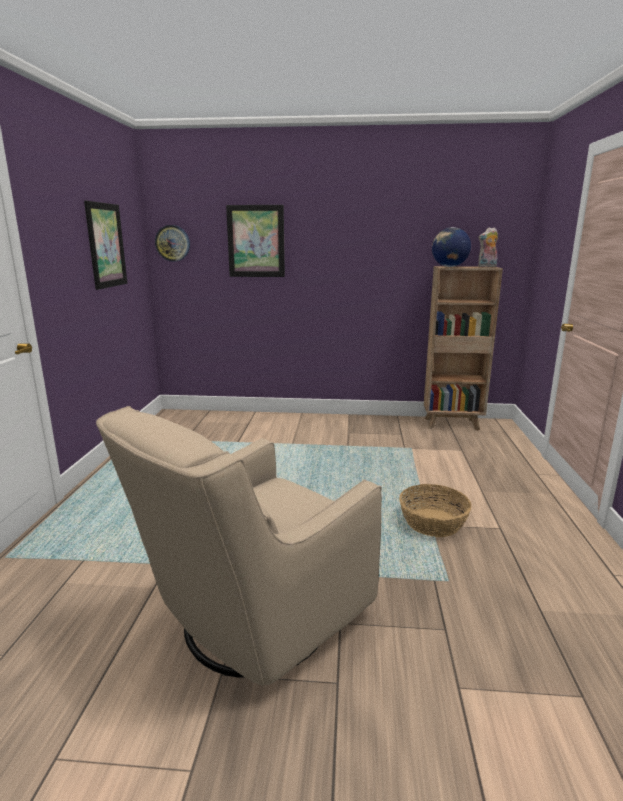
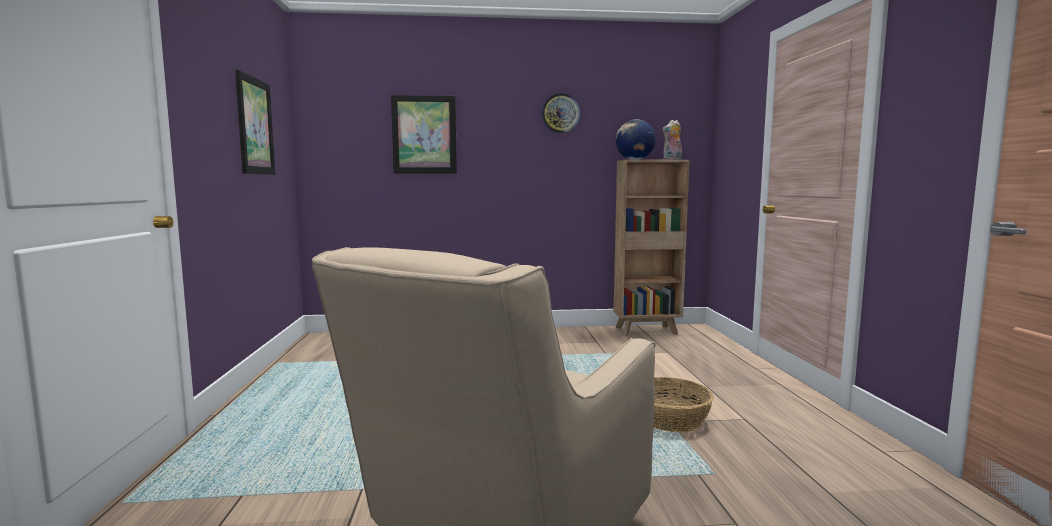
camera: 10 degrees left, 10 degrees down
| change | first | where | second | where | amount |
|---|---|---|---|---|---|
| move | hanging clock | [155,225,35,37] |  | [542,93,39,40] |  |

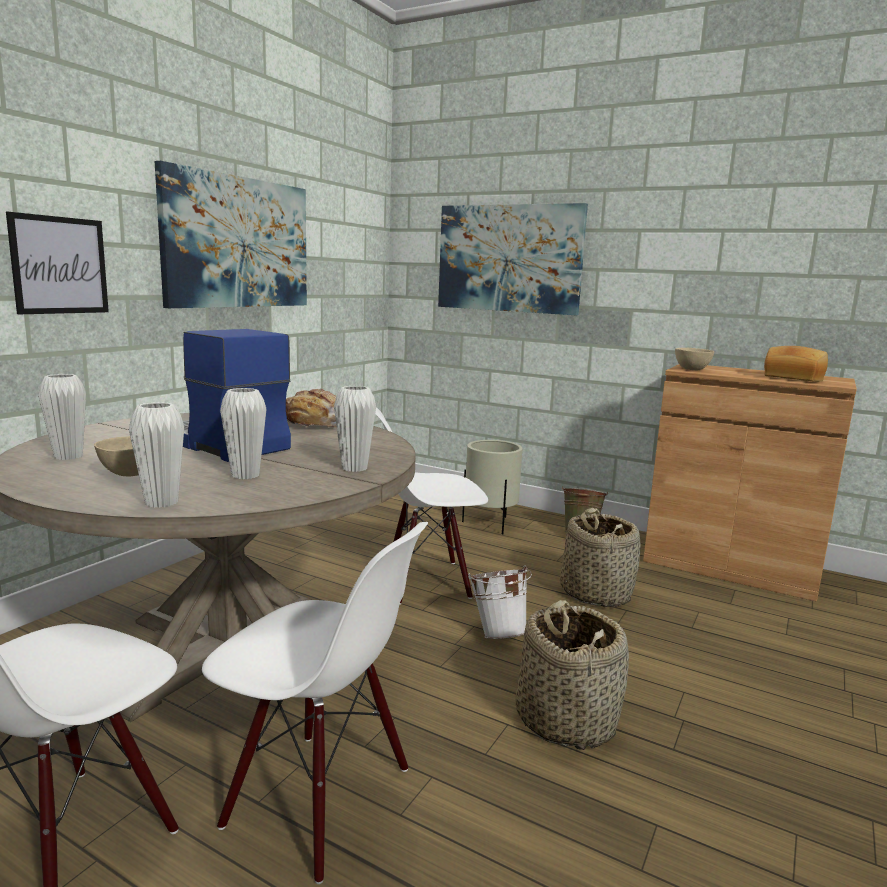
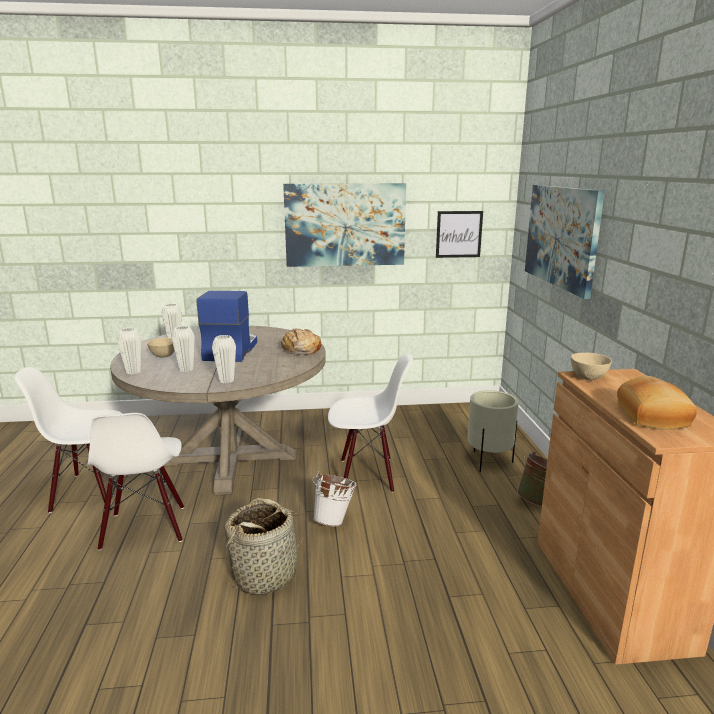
camera: 55 degrees right, 5 degrees up
| change | first | where | second | where | amount |
|---|---|---|---|---|---|
| delete | basket | [560,508,80,99] |  |  |  |
| move | picture | [6,212,103,102] |  | [436,211,47,47] |  |
| rotate | plain chair (white) | [375,408,113,197] |  | [328,353,85,140] | 135 degrees clockwise |

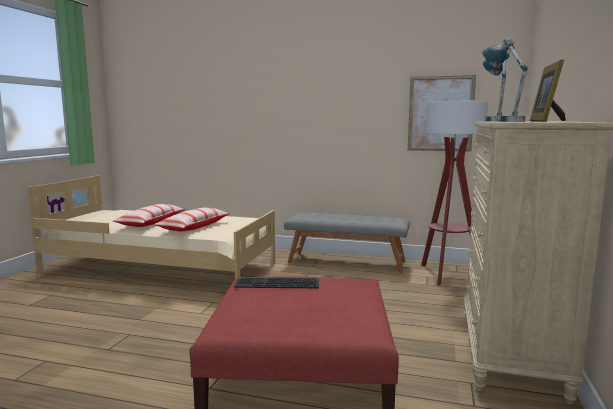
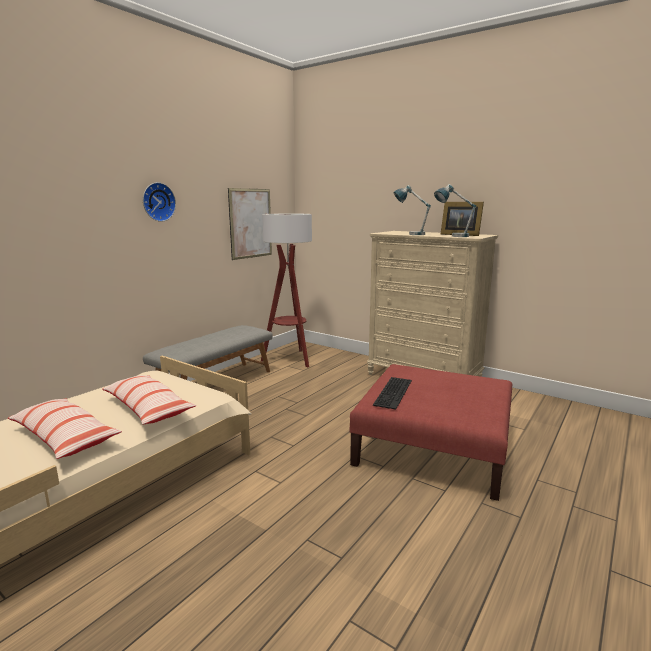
camera: 70 degrees left, 5 degrees up
| change | first | where | second | where | amount |
|---|---|---|---|---|---|
| insert |  |  | hanging clock | [143,182,33,40] |  |

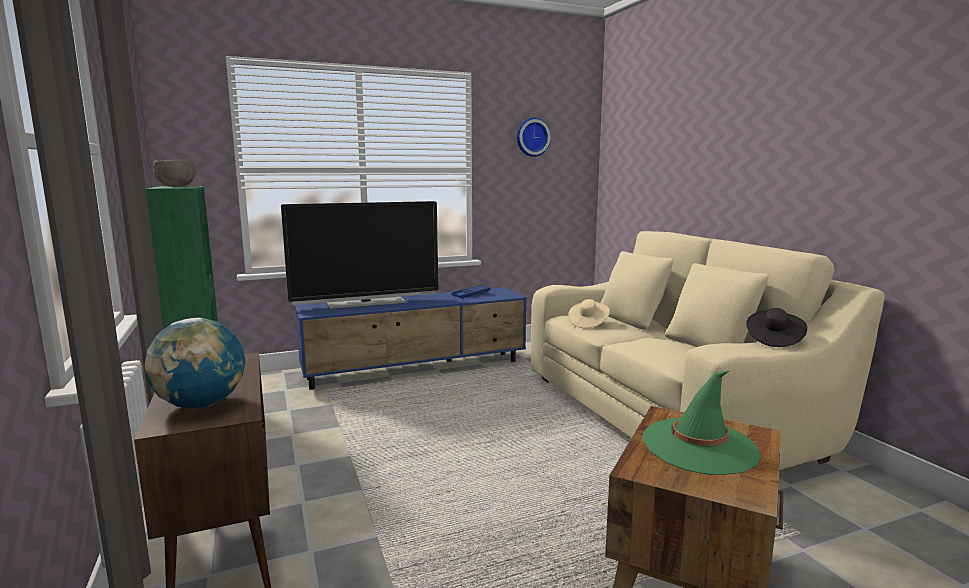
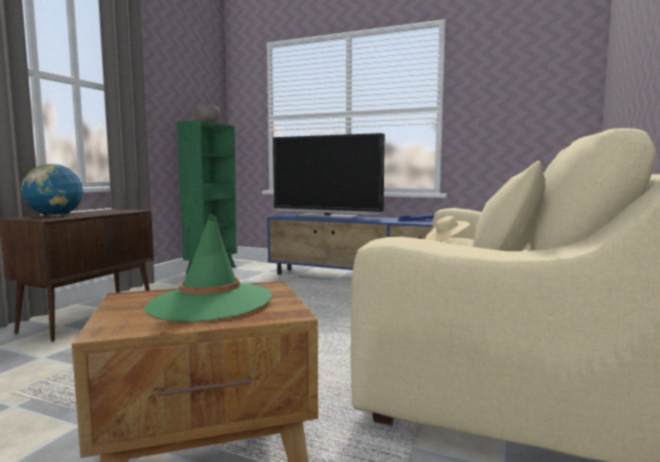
camera: 45 degrees right, 5 degrees down
| change | first | where | second | where | amount |
|---|---|---|---|---|---|
| delete | hanging clock | [517,118,34,39] |  |  |  |
| delete | wearable hat (black-coloured) | [746,308,61,39] |  |  |  |

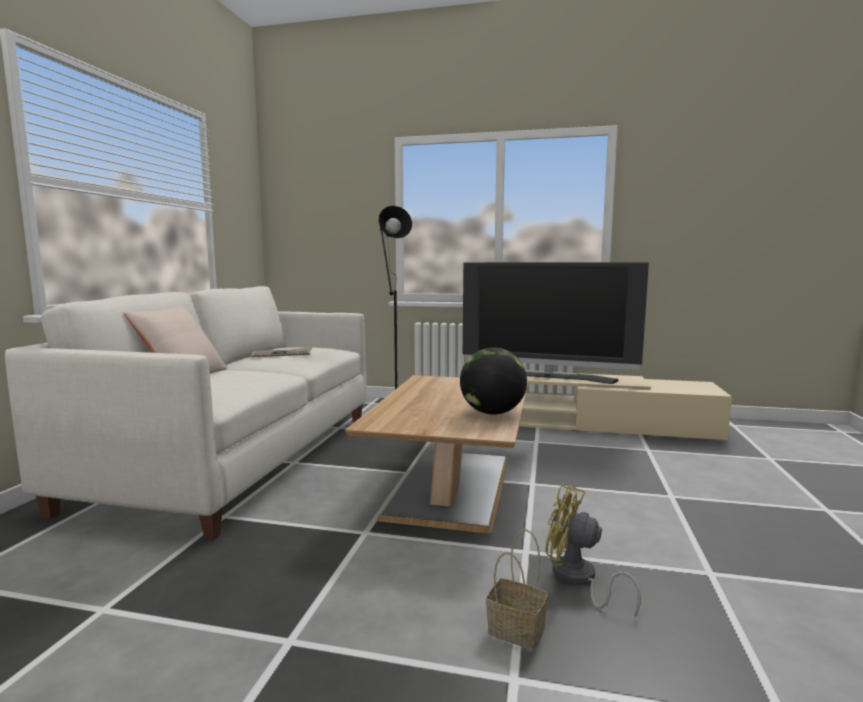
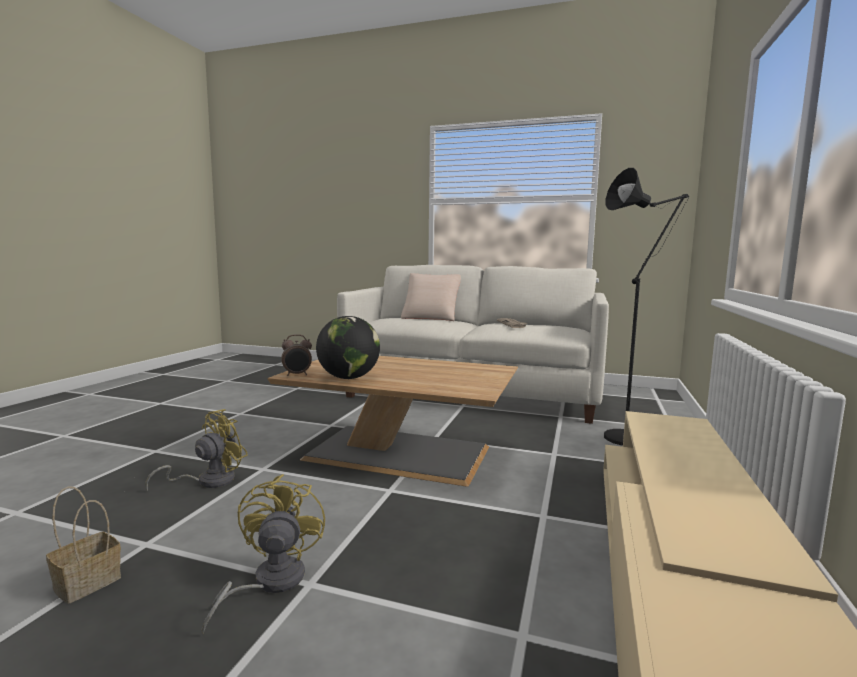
camera: 95 degrees right, 0 degrees up
| change | first | where | second | where | amount |
|---|---|---|---|---|---|
| delete | TV | [463,262,186,122] |  |  |  |
| insert |  |  | fan (yellowish) | [201,474,124,161] |  |
| insert |  |  | table clock | [281,334,31,42] |  |
| move | basket | [486,529,62,121] |  | [46,487,75,117] |  |

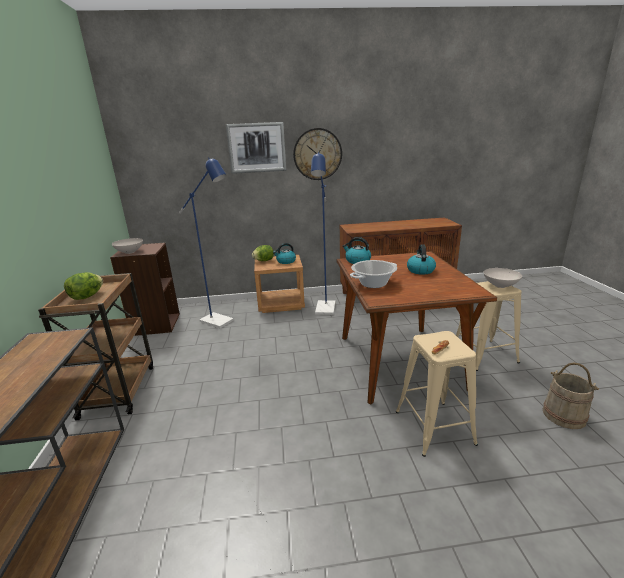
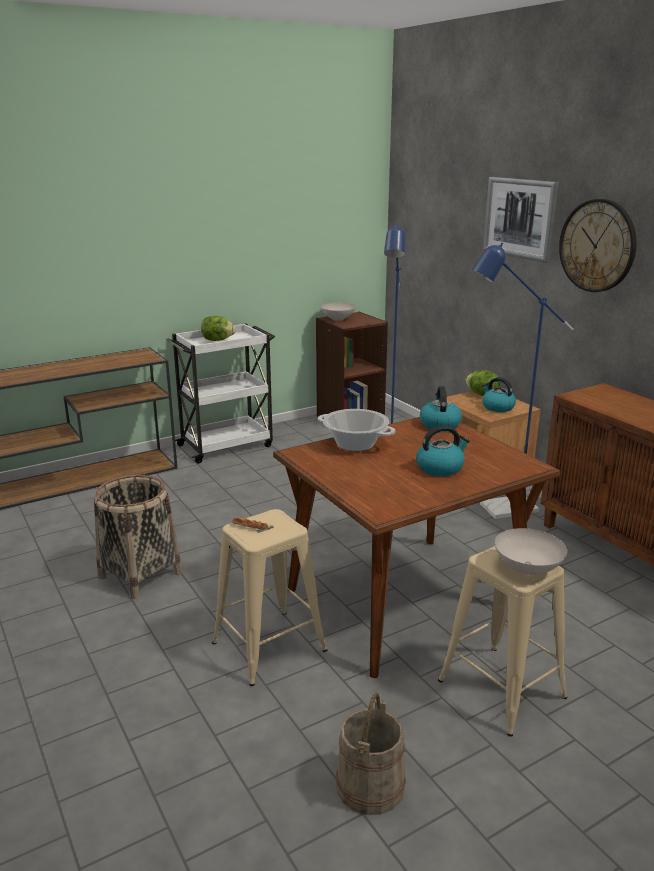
camera: 65 degrees right, 0 degrees up
| change | first | where | second | where | amount |
|---|---|---|---|---|---|
| insert |  |  | basket | [94,475,88,124] |  |
| recolor | trolley (brown-coloured) | [38,273,115,147] | trolley (white) | [166,323,109,141] |  |

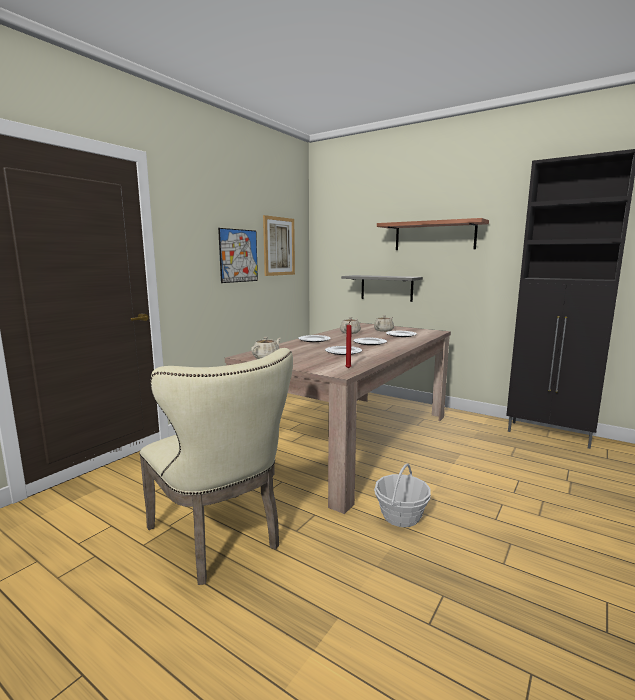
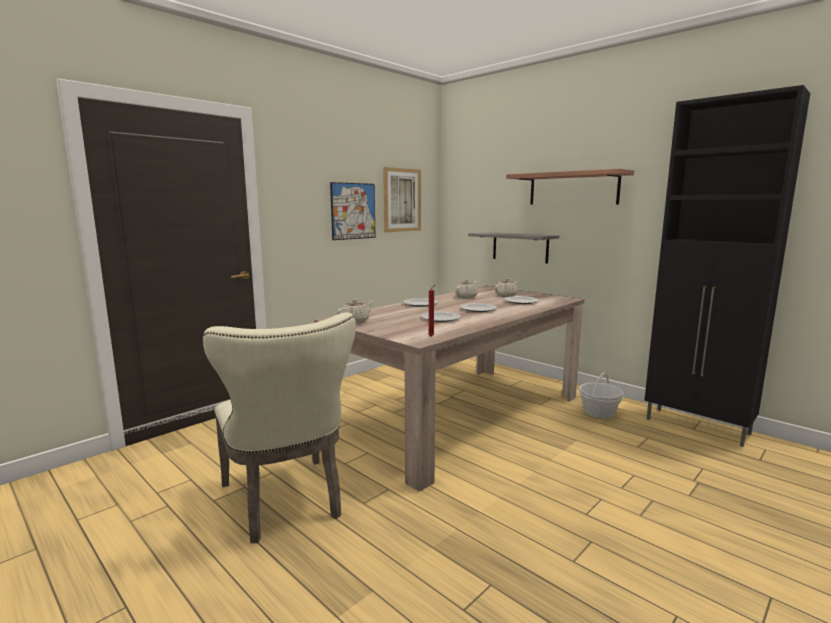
camera: 10 degrees right, 0 degrees up
| change | first | where | second | where | amount |
|---|---|---|---|---|---|
| move | basket | [374,463,57,64] |  | [578,372,46,47] |  |

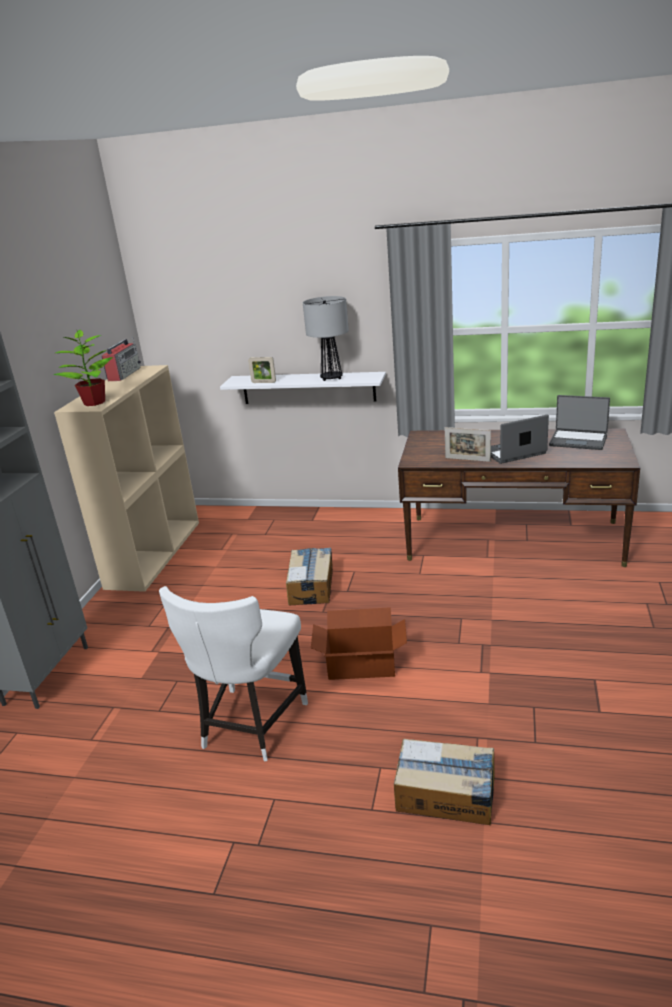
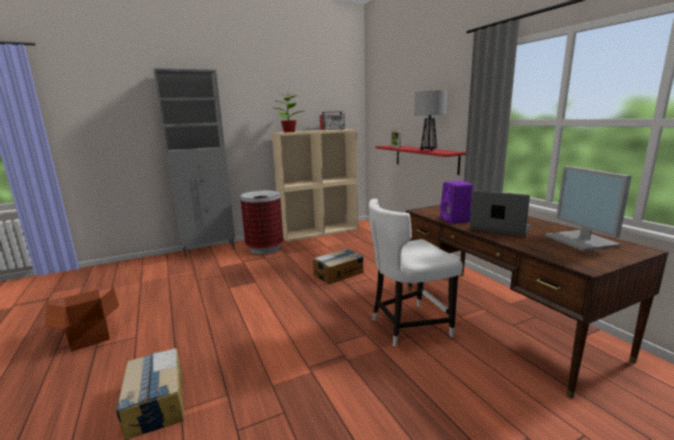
camera: 50 degrees right, 10 degrees down
| change | first | where | second | where | amount |
|---|---|---|---|---|---|
| insert |  |  | trash can | [240,190,44,64] |  |
| move | plain chair (white) | [159,586,149,175] |  | [369,198,94,149] |  |
| move | cardboard box | [311,607,96,73] |  | [45,288,74,64] |  |
| replace | standing frame | [445,427,46,35] | speaker (purple) | [440,181,33,43] |  |
| replace | laptop | [549,395,61,55] | computer screen | [545,166,87,85] |  |
| recolor | wall shelf (white) | [220,372,166,32] | wall shelf (red-coloured) | [375,145,91,30] |  |

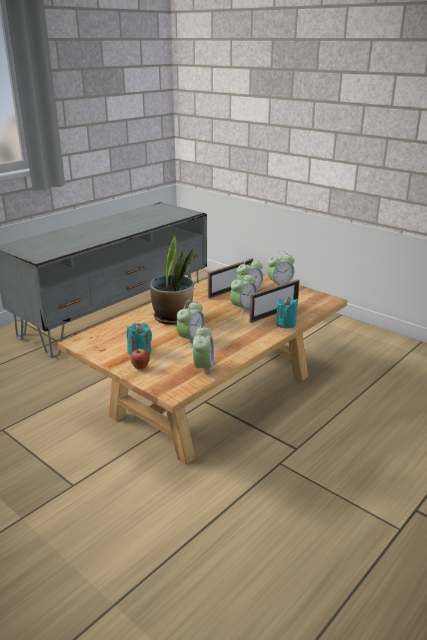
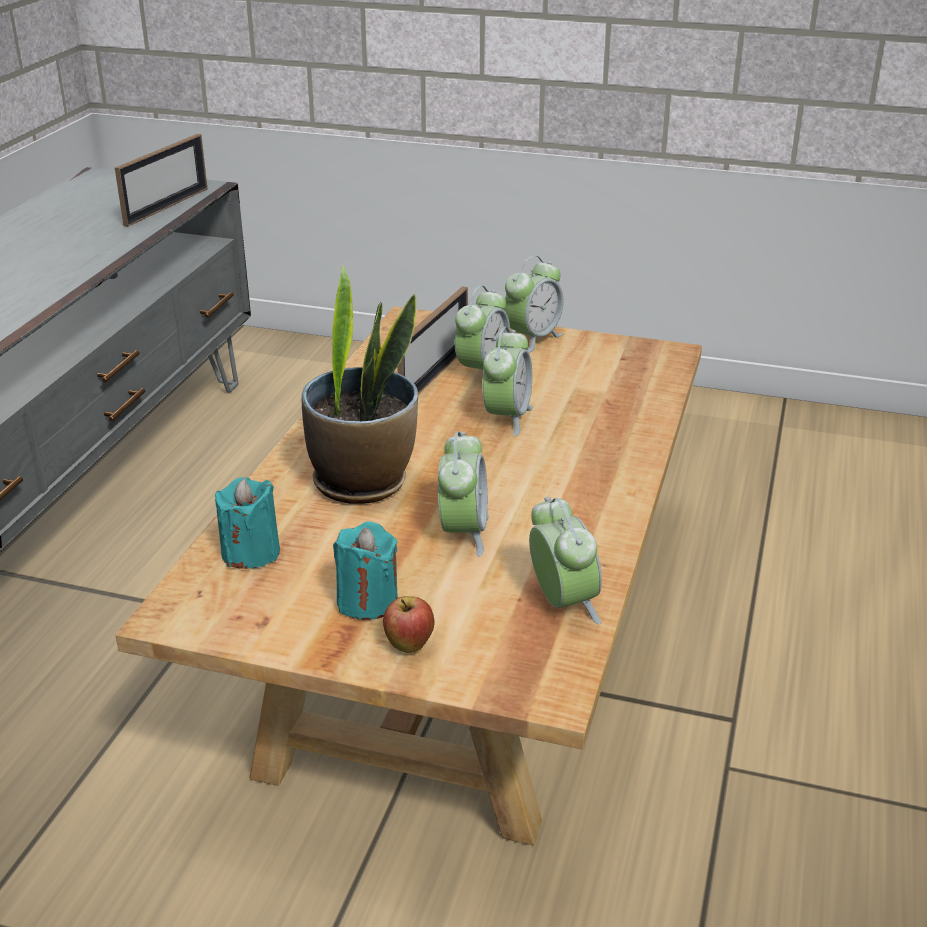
camera: 25 degrees left, 5 degrees up
| change | first | where | second | where | amount |
|---|---|---|---|---|---|
| move | standing frame | [250,279,49,44] |  | [115,134,92,93] |  |
| move | candle (turquoise) | [276,296,22,32] |  | [215,477,65,92] |  |

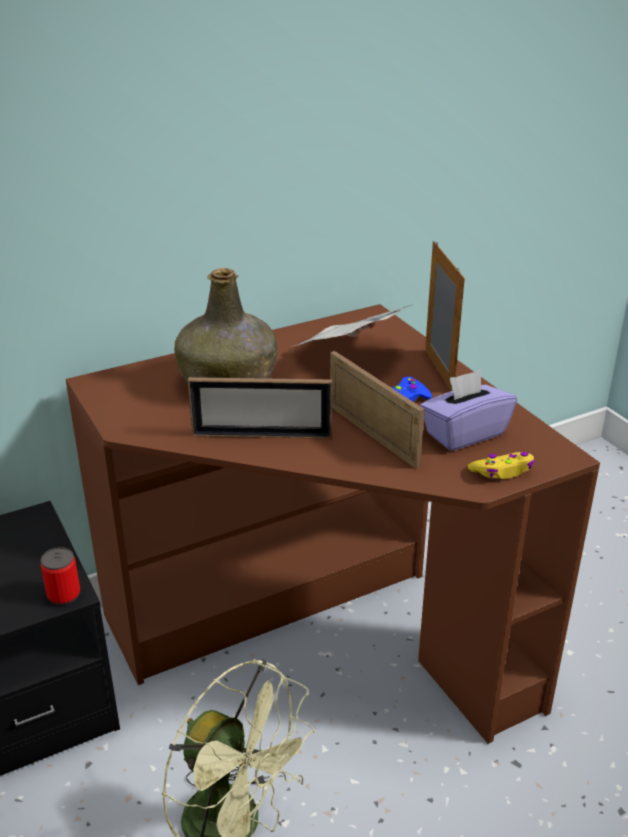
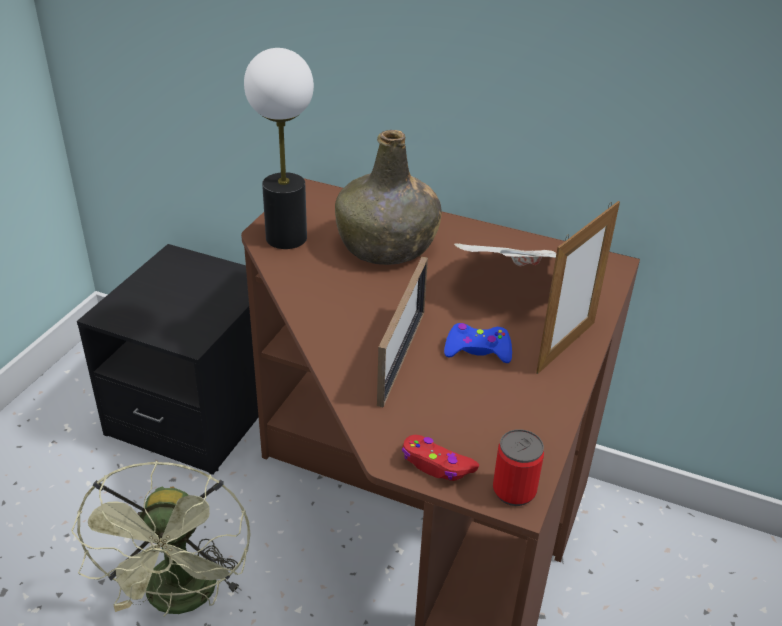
camera: 50 degrees right, 5 degrees up
| change | first | where | second | where | amount |
|---|---|---|---|---|---|
| delete | standing frame | [188,377,144,62] |  |  |  |
| delete | tissue box (purple) | [420,370,97,81] |  |  |  |
| insert |  |  | lamp for a table | [244,48,70,201] |  |
| move | sealed can | [41,547,39,58] |  | [493,429,51,77] |  |
| recolor | joypad (yellowish) | [468,452,67,27] | joypad (red-coloured) | [402,435,77,46] |  |

